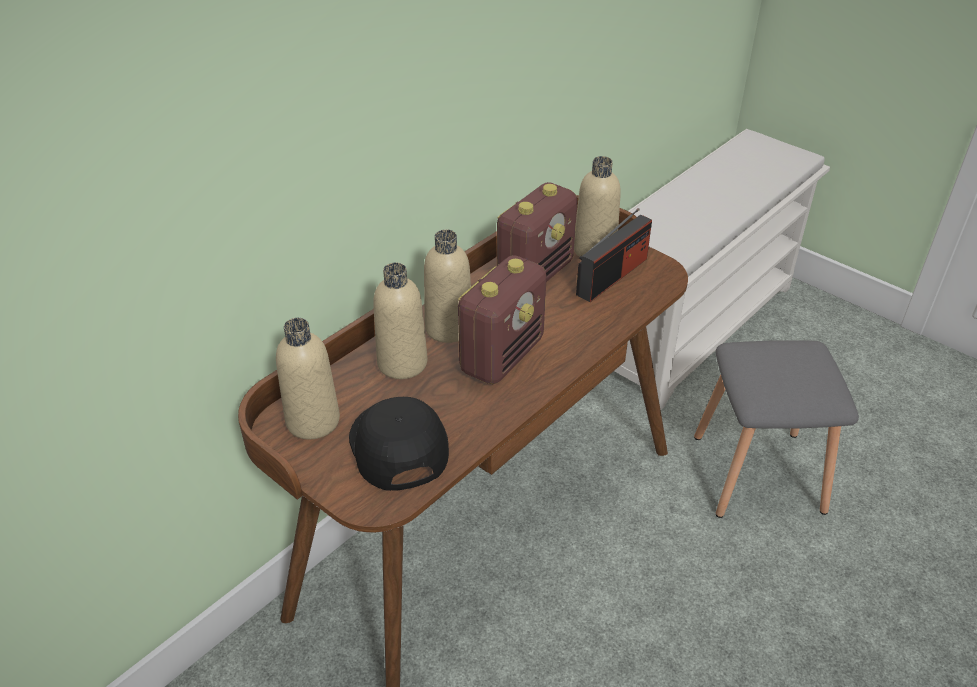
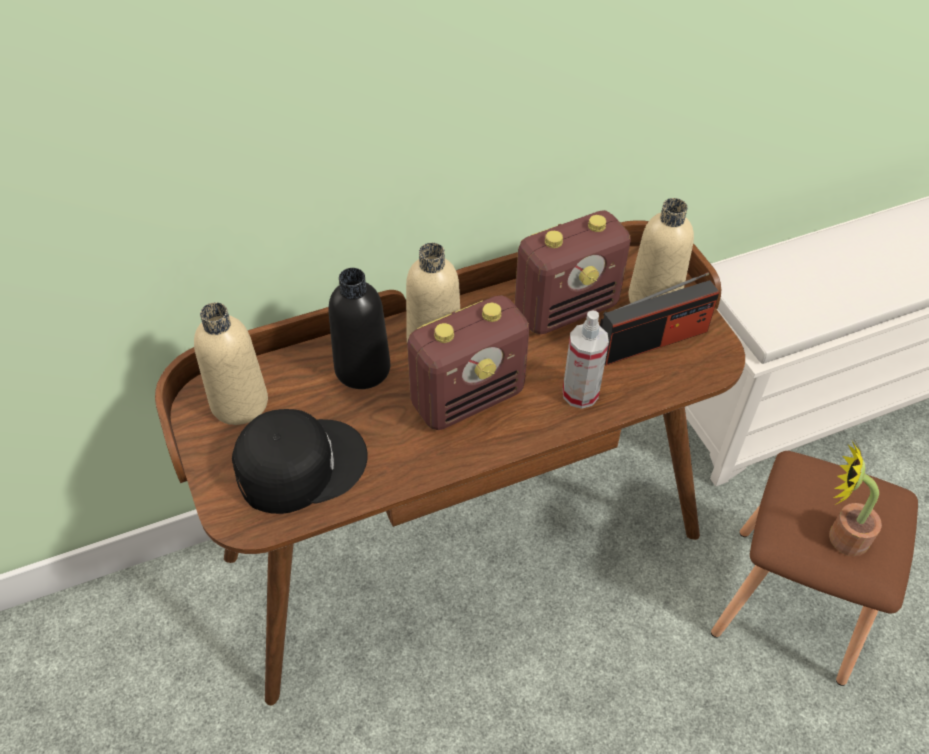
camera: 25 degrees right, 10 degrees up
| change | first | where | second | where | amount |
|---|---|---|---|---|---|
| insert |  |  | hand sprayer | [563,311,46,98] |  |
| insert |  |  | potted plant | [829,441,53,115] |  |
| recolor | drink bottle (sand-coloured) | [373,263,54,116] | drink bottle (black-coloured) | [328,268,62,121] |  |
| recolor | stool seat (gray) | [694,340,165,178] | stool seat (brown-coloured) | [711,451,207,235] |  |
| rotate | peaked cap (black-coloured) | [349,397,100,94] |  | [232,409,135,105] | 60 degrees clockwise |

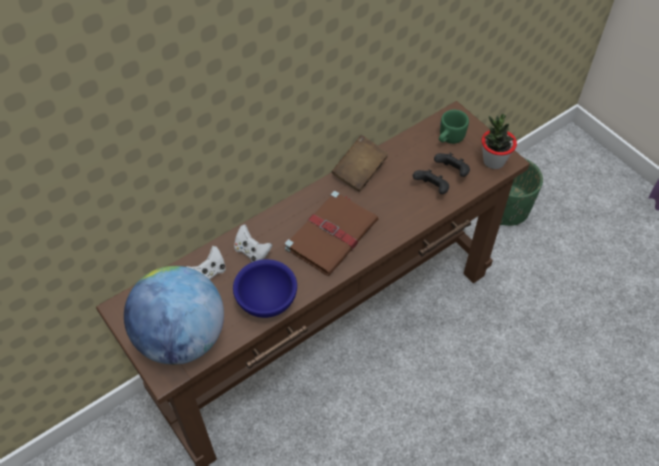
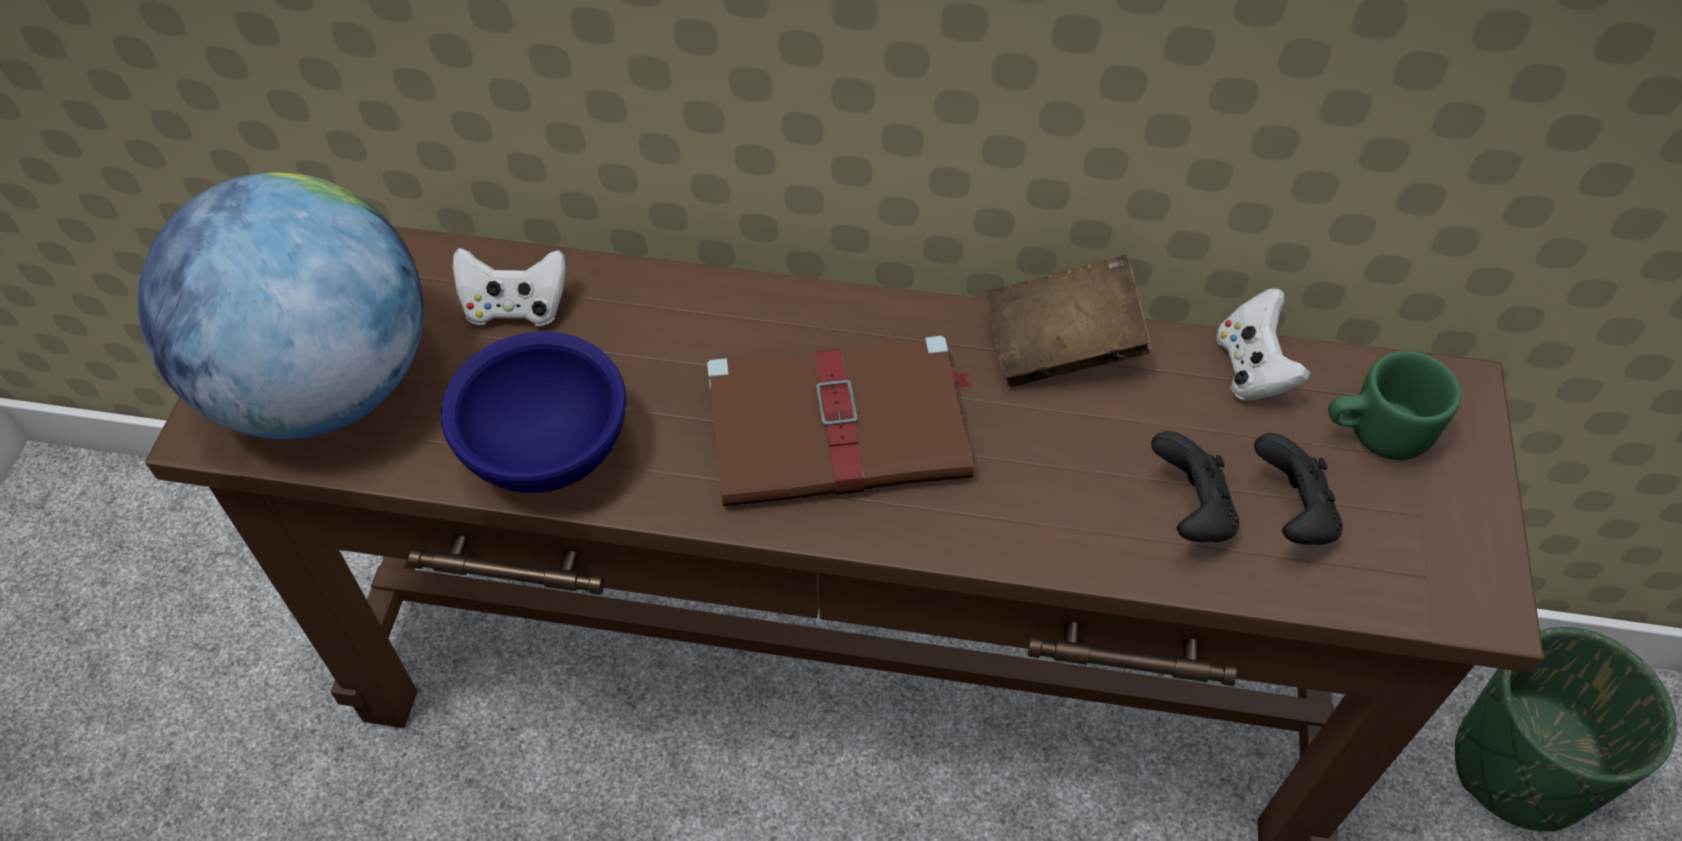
camera: 45 degrees right, 0 degrees up
| change | first | where | second | where | amount |
|---|---|---|---|---|---|
| delete | potted plant | [481,114,36,55] |  |  |  |
| move | joypad (white) | [234,224,38,38] |  | [1217,288,94,112] |  |

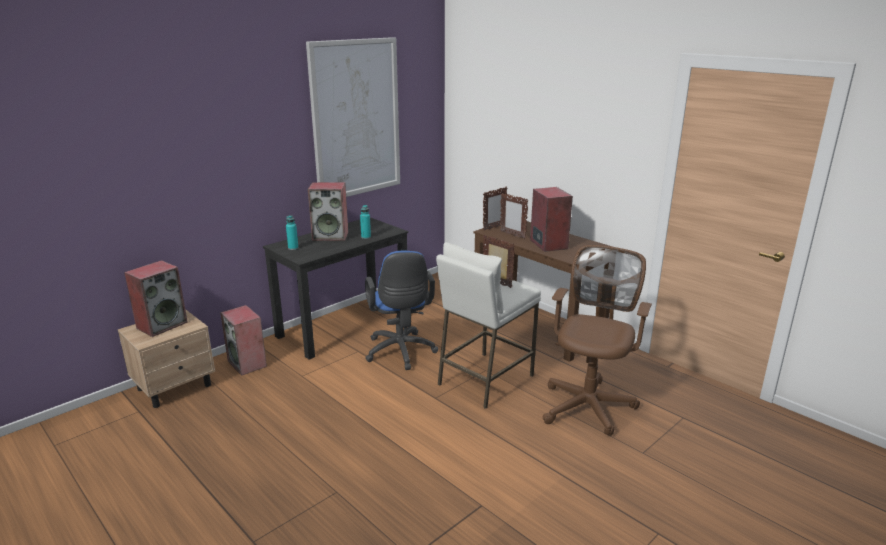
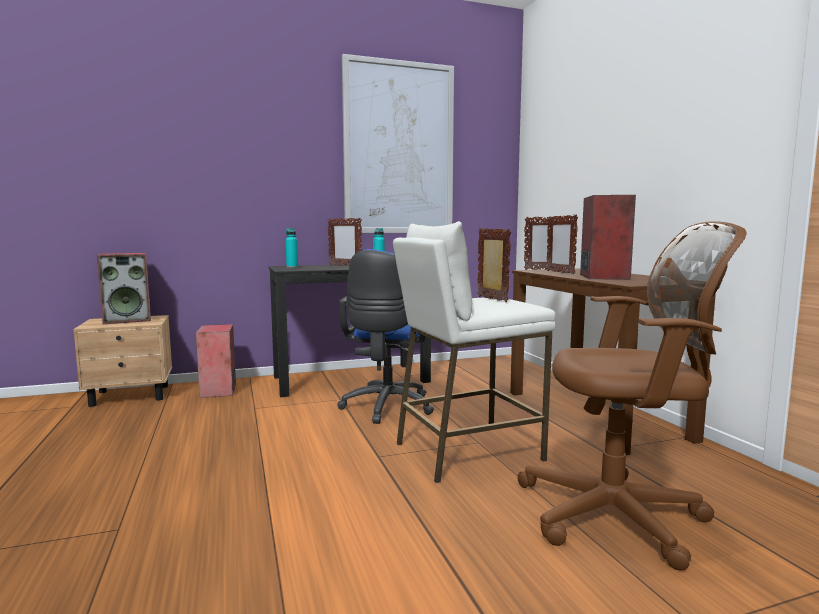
camera: 25 degrees right, 15 degrees down
| change | first | where | second | where | amount |
|---|---|---|---|---|---|
| replace | speaker | [308,182,40,59] | standing frame | [327,217,35,49] |  |
| rotate | desk chair (brown-coloured) | [542,245,110,191] |  | [518,221,228,350] | 45 degrees clockwise |

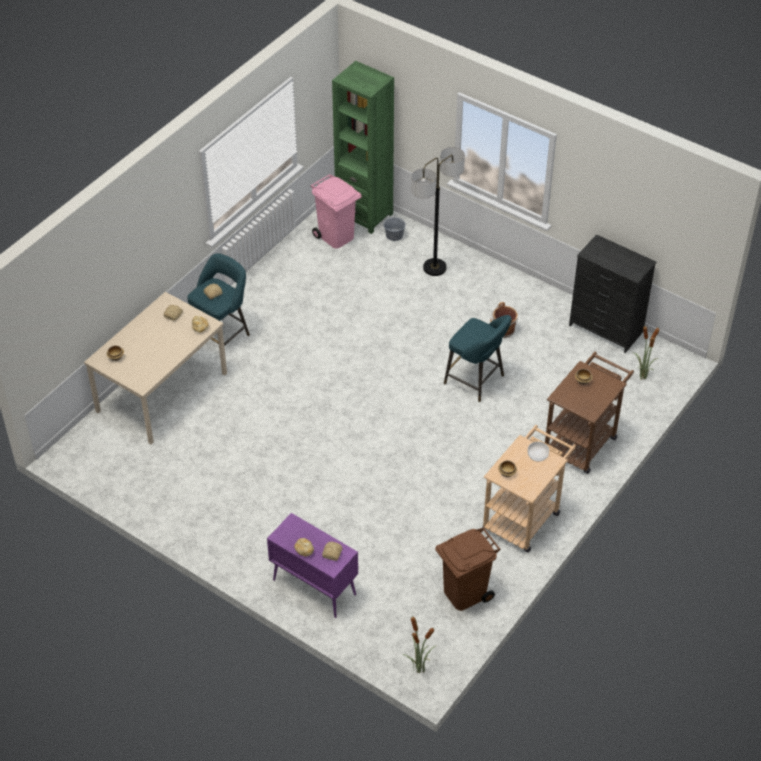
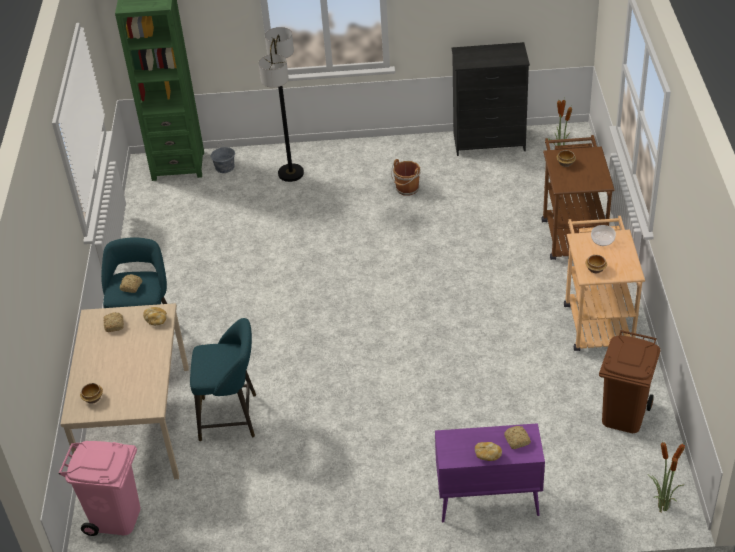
camera: 35 degrees left, 5 degrees down
| change | first | where | second | where | amount |
|---|---|---|---|---|---|
| move | trash can (pinkish) | [311,174,51,74] |  | [58,441,83,95] |  |
| move | stool seat (turquoise) | [444,315,68,87] |  | [190,318,66,123] |  |

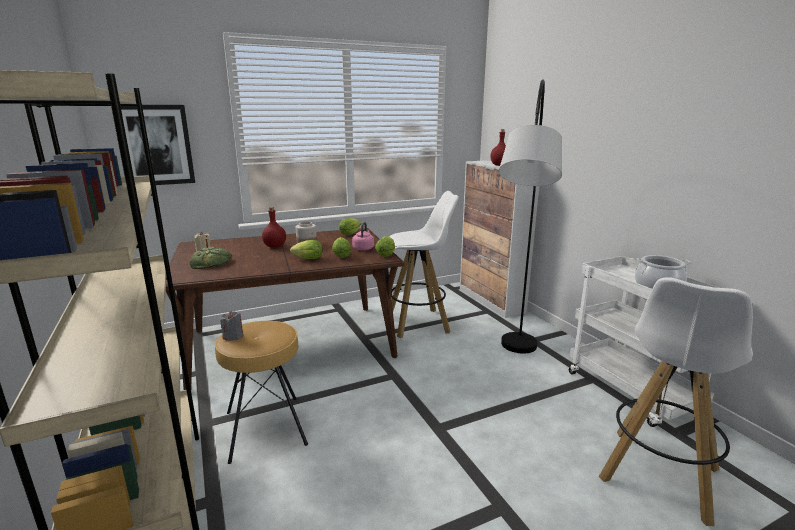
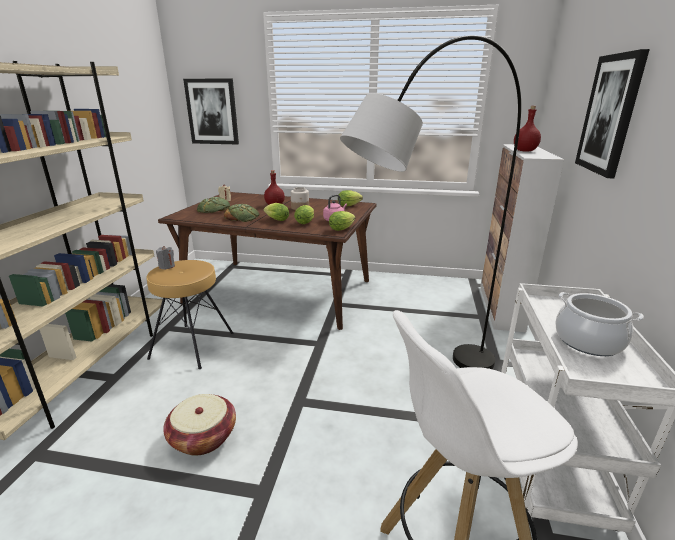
camera: 35 degrees right, 5 degrees up
| change | first | where | second | where | amount |
|---|---|---|---|---|---|
| delete | stool seat (white) | [389,191,70,147] |  |  |  |
| insert |  |  | basket | [163,394,73,62] |  |
| insert |  |  | bakery bread | [224,204,35,18] |  |
| insert |  |  | picture | [575,49,75,129] |  |

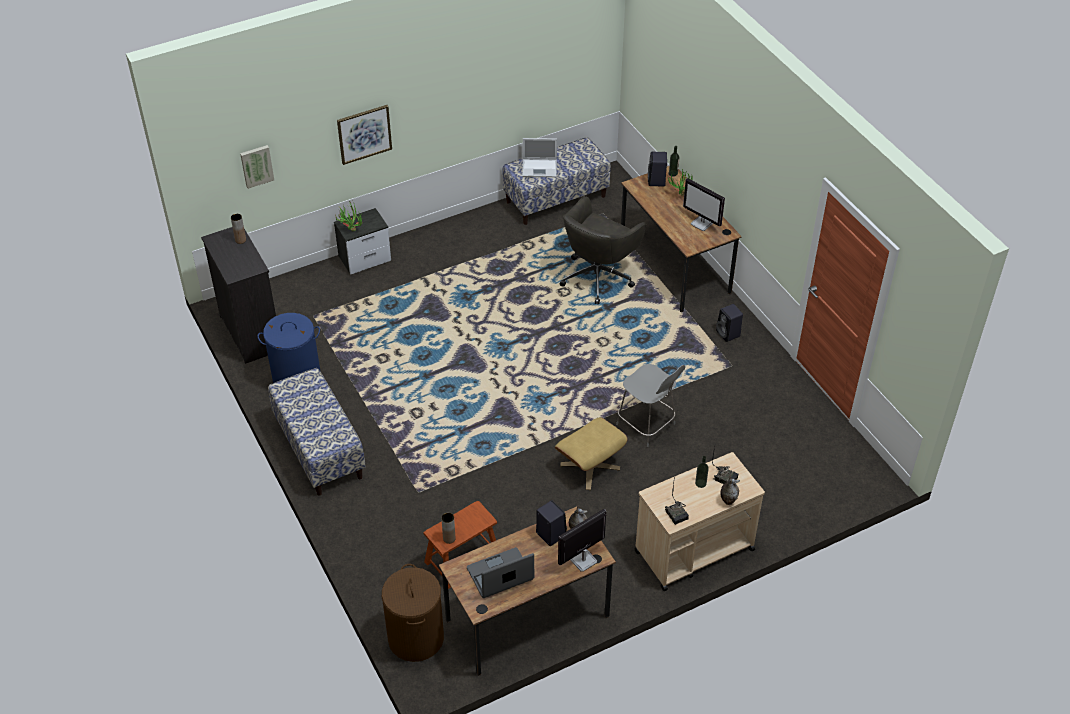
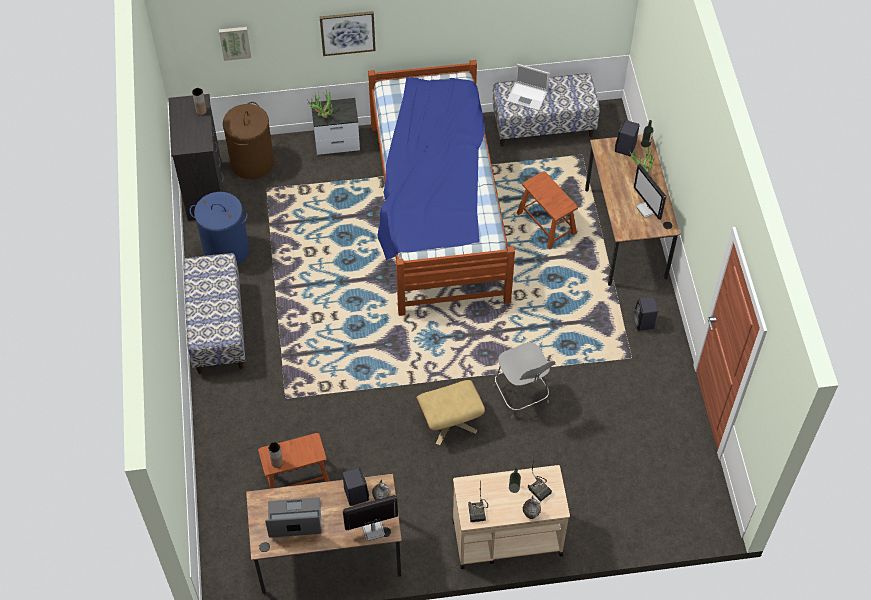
camera: 20 degrees right, 10 degrees up
| change | first | where | second | where | amount |
|---|---|---|---|---|---|
| insert |  |  | sleeping bed | [368,60,147,256] |  |
| move | laundry basket (brown-coloured) | [382,564,62,98] |  | [223,102,51,77] |  |
| replace | desk chair (gray) | [560,196,86,109] | stool seat (brown-coloured) | [517,171,61,78] |  |

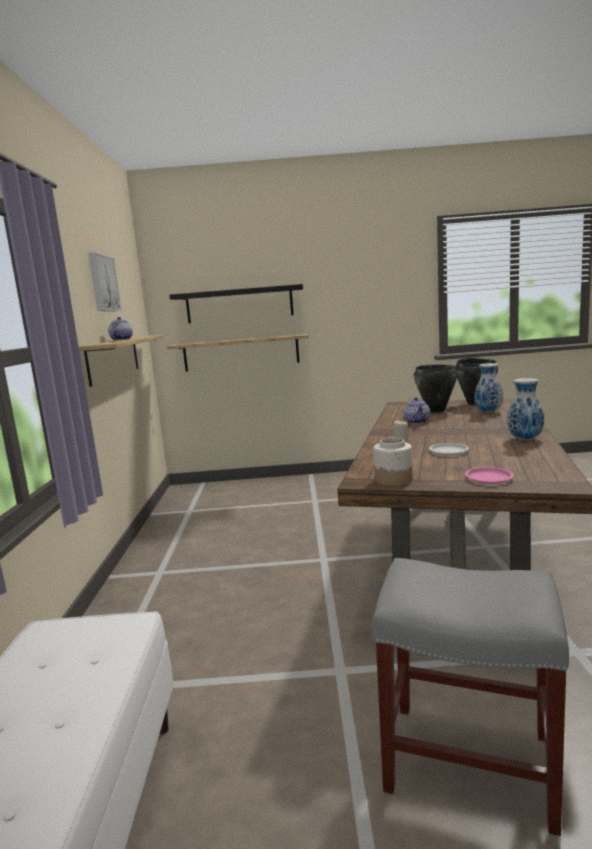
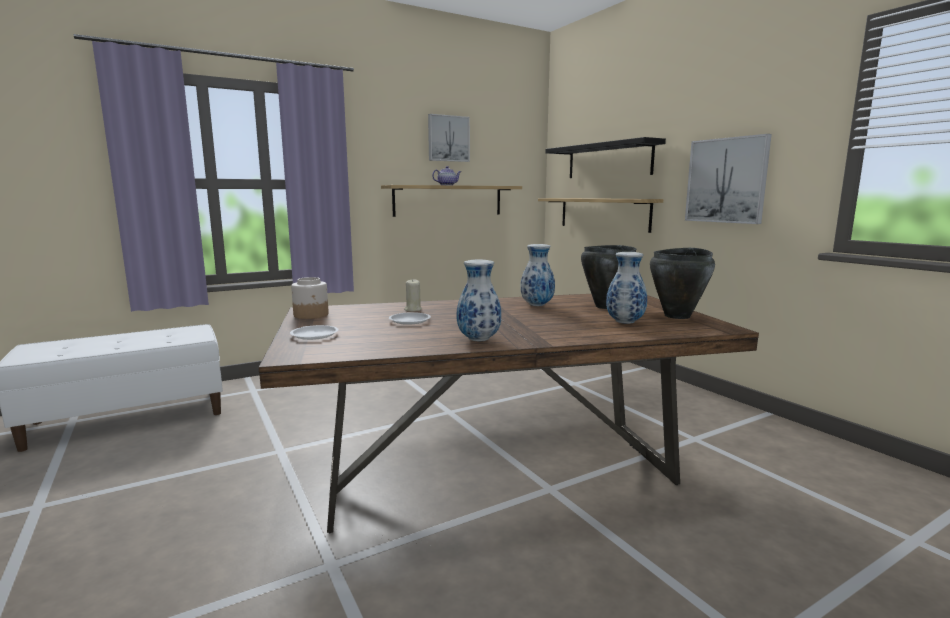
camera: 60 degrees right, 0 degrees up
| change | first | where | second | where | amount |
|---|---|---|---|---|---|
| delete | stool seat (gray) | [372,558,197,278] |  |  |  |
| insert |  |  | picture | [685,134,87,90] |  |
| replace | pot for tea | [404,397,26,27] | decorative vase | [520,244,35,62] |  |
| recolor | dinner plate (pinkish) | [465,467,49,17] | dinner plate (white) | [290,325,48,15] |  |

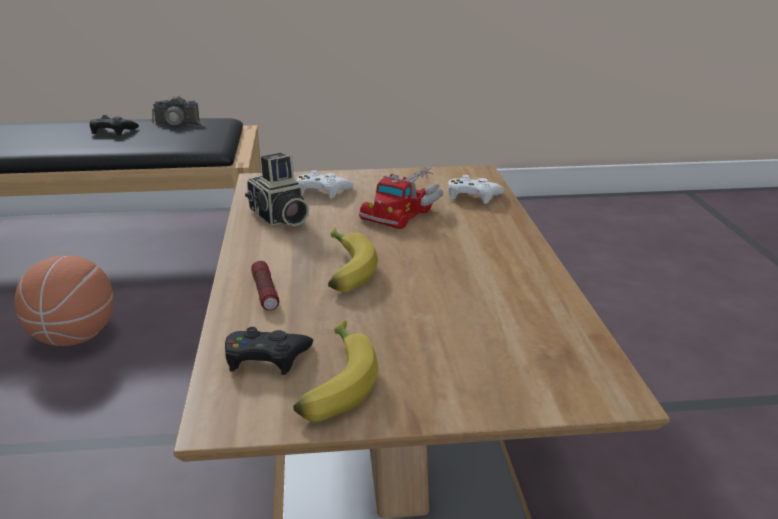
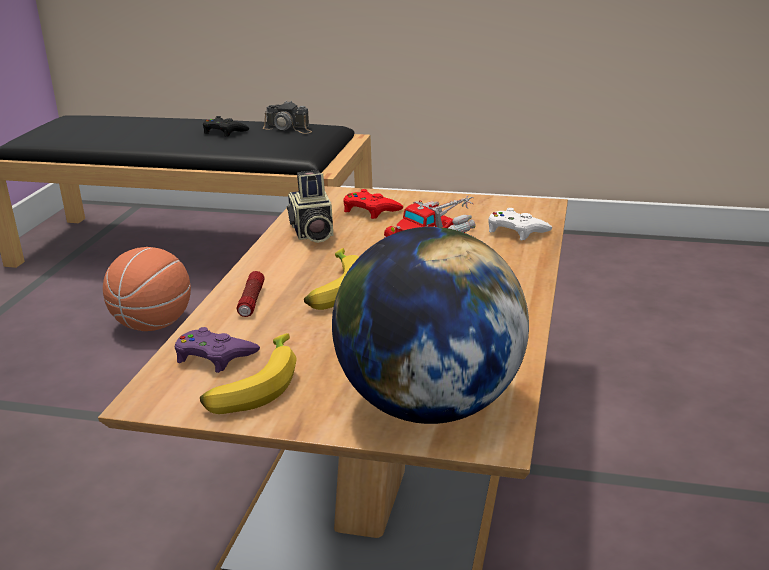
camera: 20 degrees right, 0 degrees up
| change | first | where | second | where | amount |
|---|---|---|---|---|---|
| insert |  |  | world globe | [332,227,197,197] |  |
| recolor | joypad (black-coloured) | [225,327,88,48] | joypad (purple) | [174,327,86,46] |  |
| recolor | joypad (white) | [296,170,58,28] | joypad (red-coloured) | [343,189,60,30] |  |

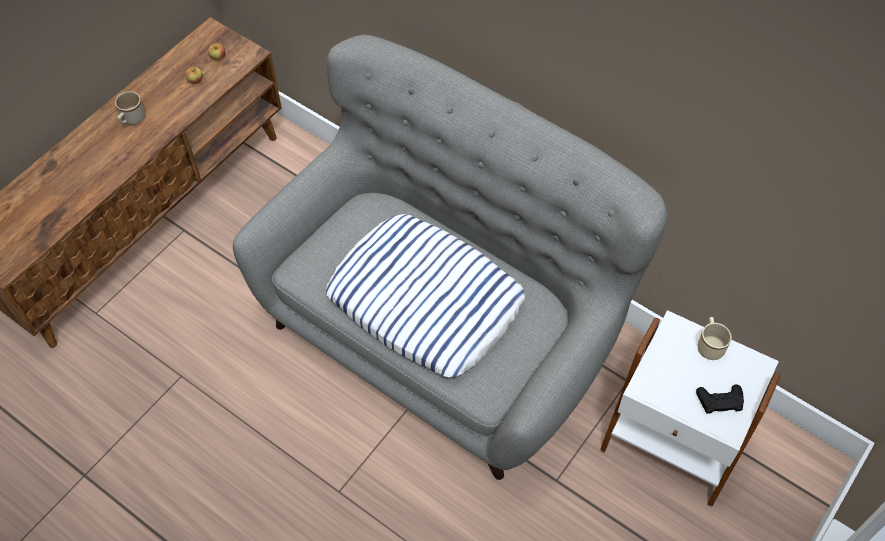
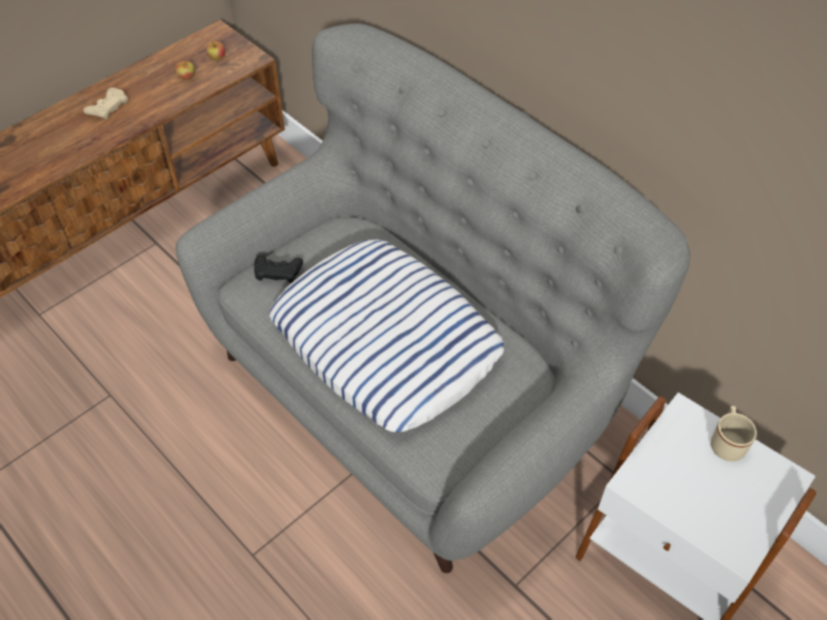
camera: 10 degrees right, 5 degrees down
| change | first | where | second | where | amount |
|---|---|---|---|---|---|
| move | joypad (black-coloured) | [696,384,48,30] |  | [254,255,49,28] |  |
| replace | coffee mug (sand-coloured) | [115,91,30,34] | joypad (sand-coloured) | [83,88,45,31] |  |

